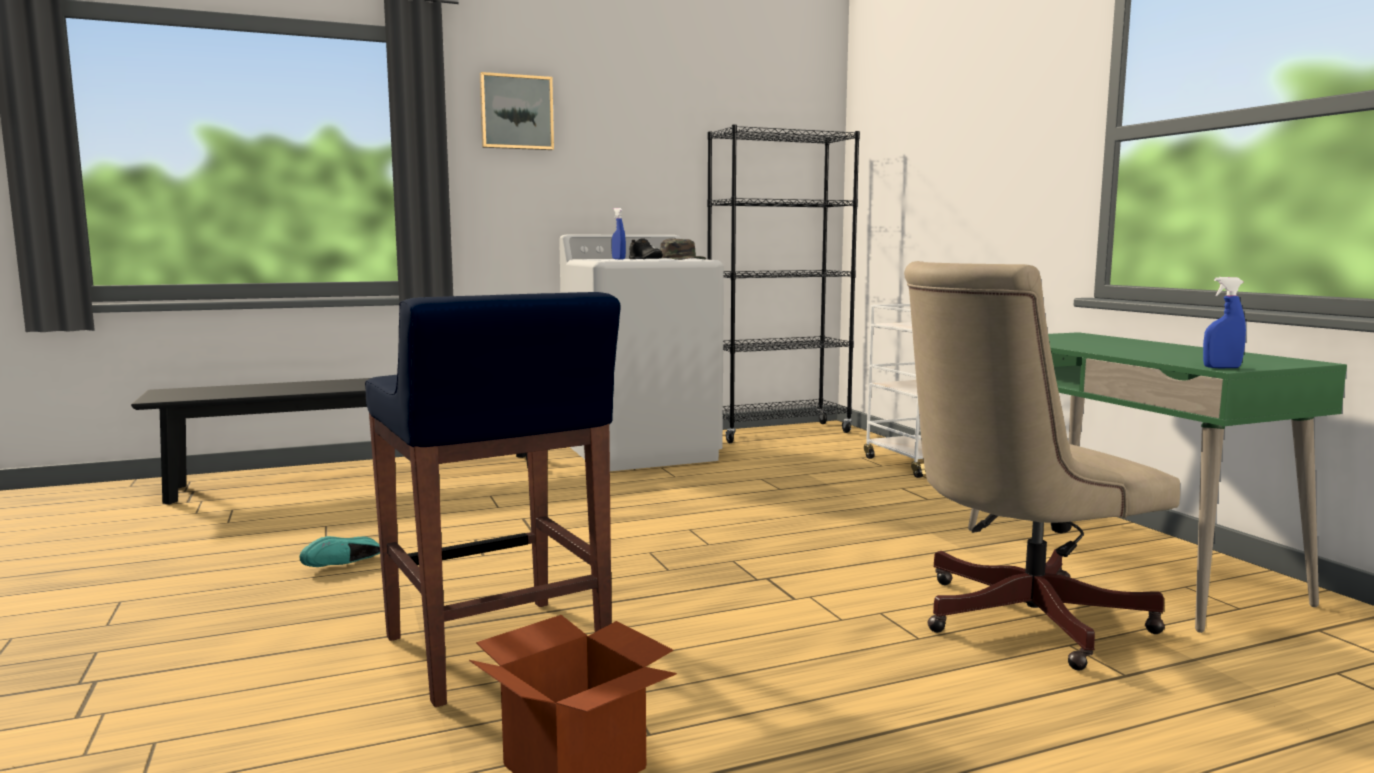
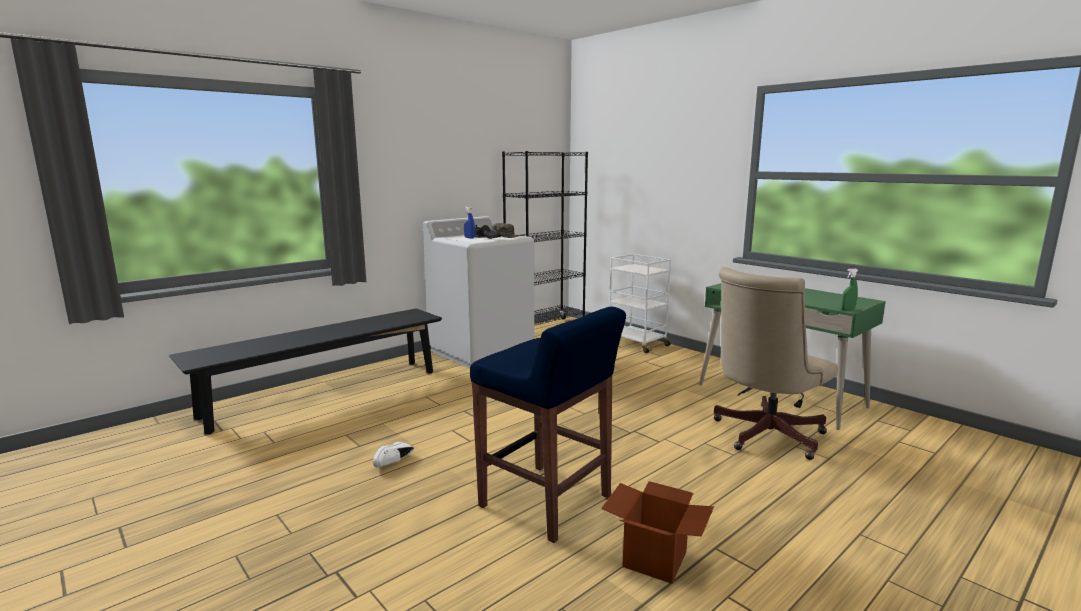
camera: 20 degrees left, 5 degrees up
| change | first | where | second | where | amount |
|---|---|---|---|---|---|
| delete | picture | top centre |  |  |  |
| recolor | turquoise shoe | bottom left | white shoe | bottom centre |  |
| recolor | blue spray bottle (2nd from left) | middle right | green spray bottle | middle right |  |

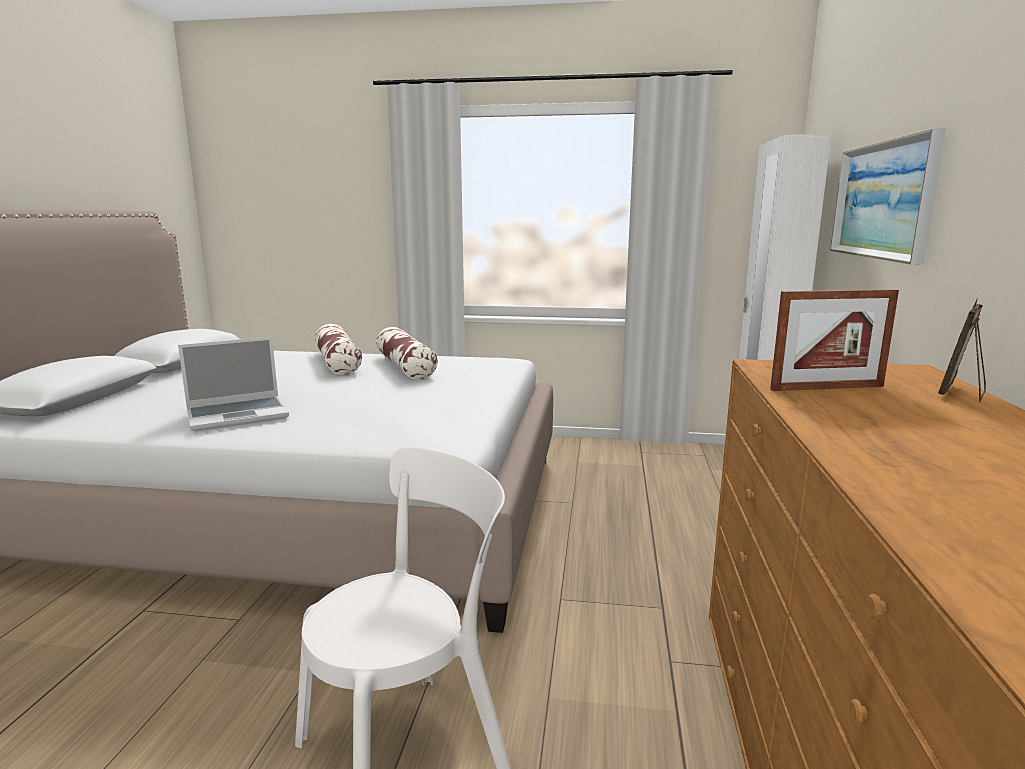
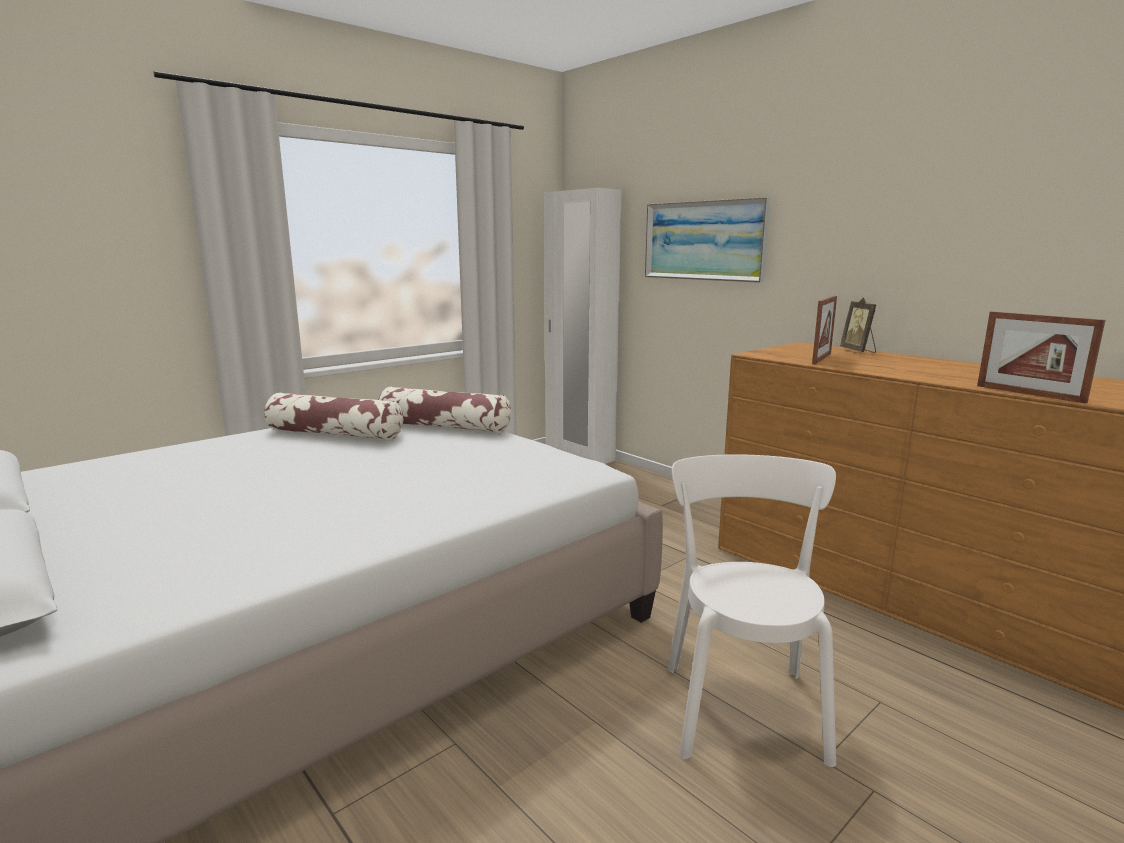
camera: 50 degrees left, 0 degrees up
| change | first | where | second | where | amount |
|---|---|---|---|---|---|
| delete | laptop | middle left |  |  |  |
| insert |  |  | picture frame (3rd from left) | middle right |  |
| move | pillow (1st from left in the first image) | middle left | pillow (2nd from left) | centre |  |

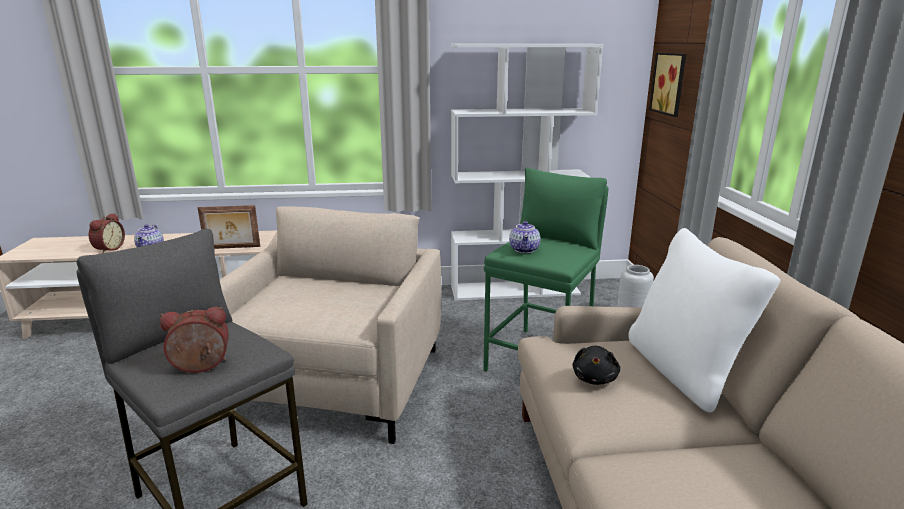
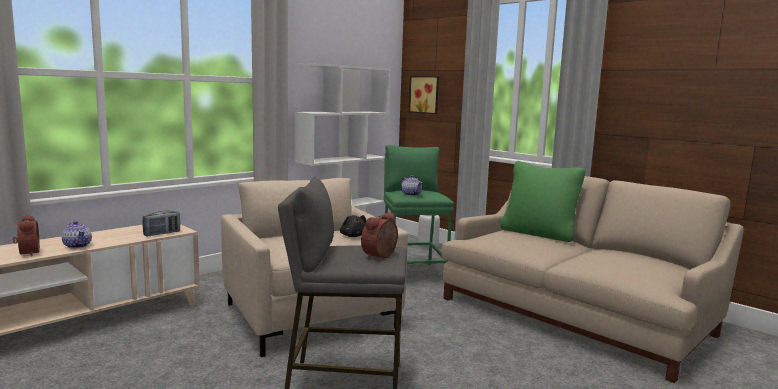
camera: 40 degrees left, 10 degrees down
| change | first | where | second | where | amount |
|---|---|---|---|---|---|
| move | black plush toy | bottom centre |  | centre |  |
| replace | picture frame | middle left | radio | middle left |  |
| recolor | white pillow | middle right | green pillow | middle right |  |

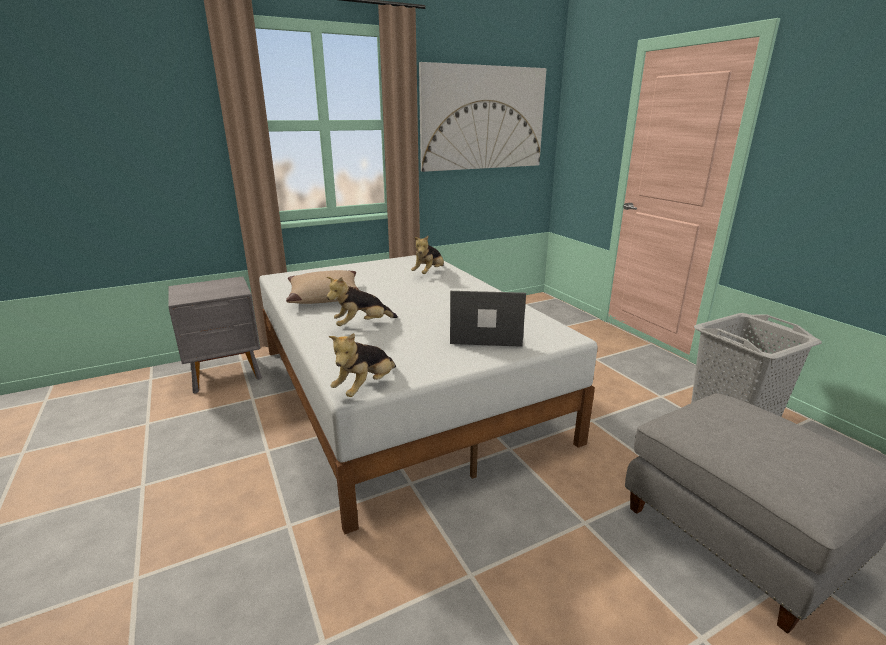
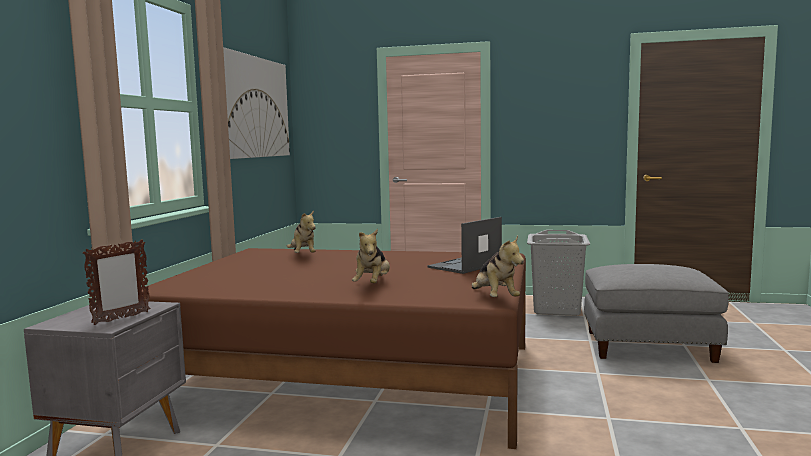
camera: 50 degrees left, 15 degrees down
| change | first | where | second | where | amount |
|---|---|---|---|---|---|
| delete | beige pillow | centre |  |  |  |
| insert |  |  | picture frame | middle left |  |
| recolor | white bed | centre | brown bed | bottom centre |  |

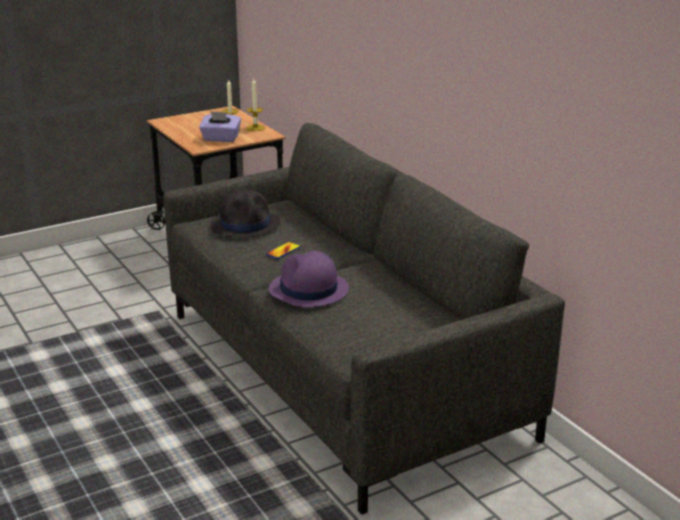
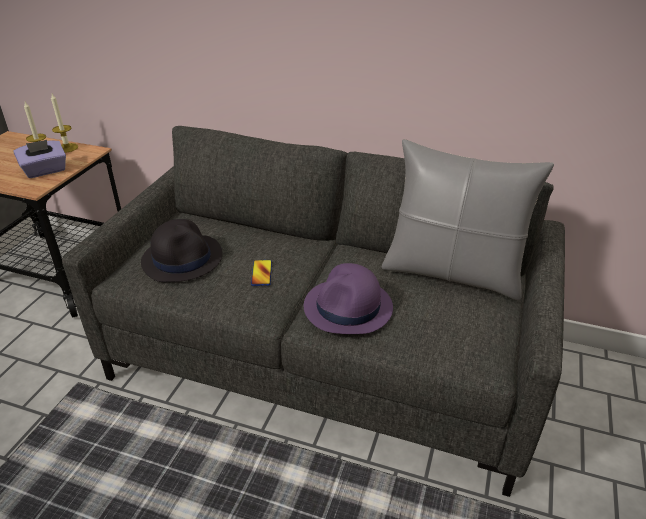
camera: 40 degrees left, 10 degrees up
| change | first | where | second | where | amount |
|---|---|---|---|---|---|
| insert |  |  | grey pillow | middle right |  |

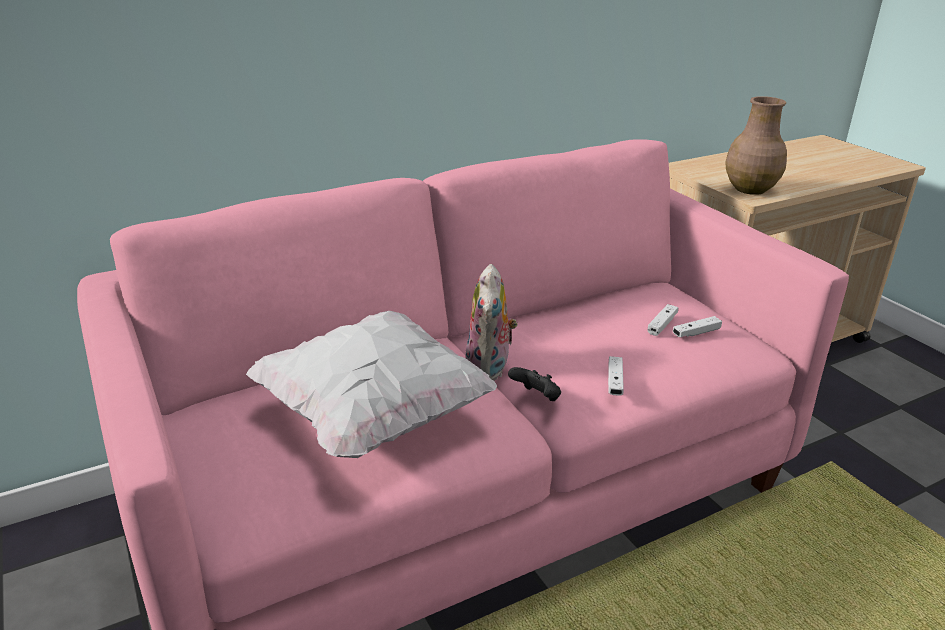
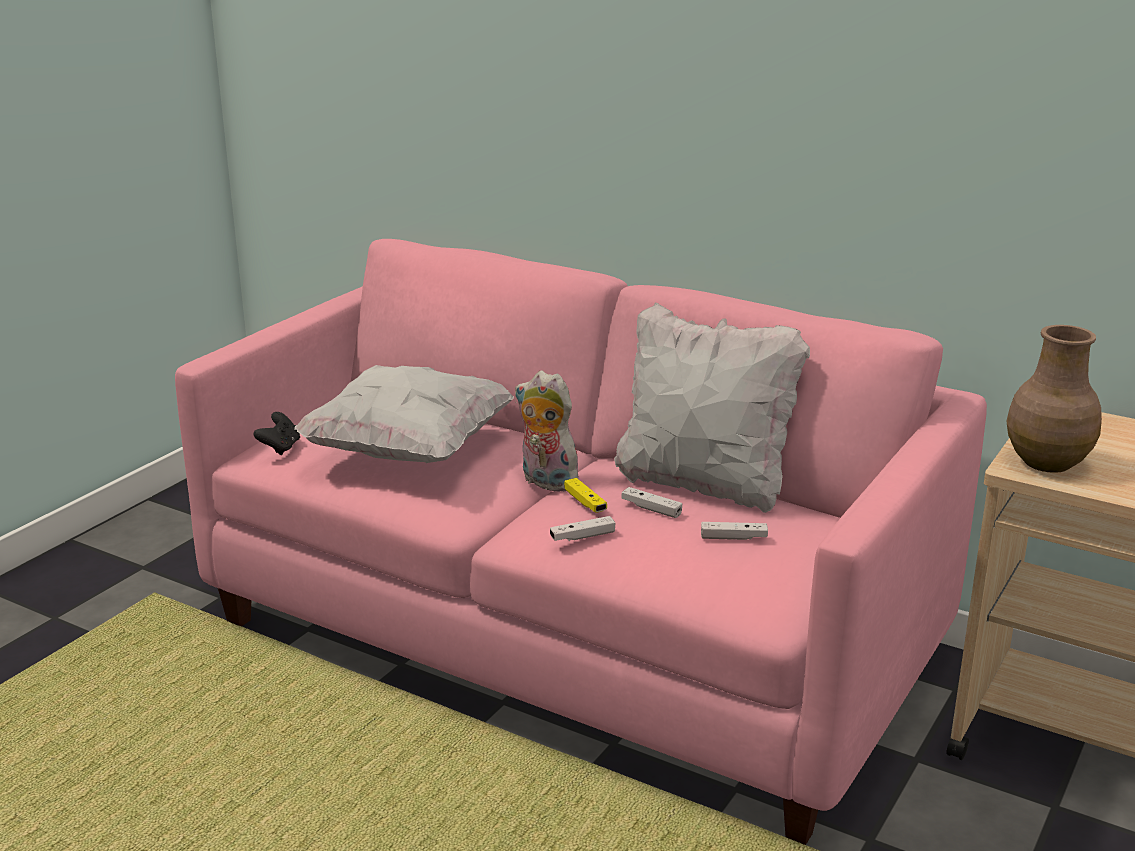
camera: 60 degrees right, 5 degrees down
| change | first | where | second | where | amount |
|---|---|---|---|---|---|
| insert |  |  | yellow game controller | centre |  |
| insert |  |  | white pillow (2nd from left) | centre |  |
| move | black game controller | centre |  | middle left |  |
| move | white game controller (3rd from left in the first image) | middle right | white game controller (2nd from left) | centre |  |
| rotate | plush toy | centre |  | centre | 60 degrees clockwise |

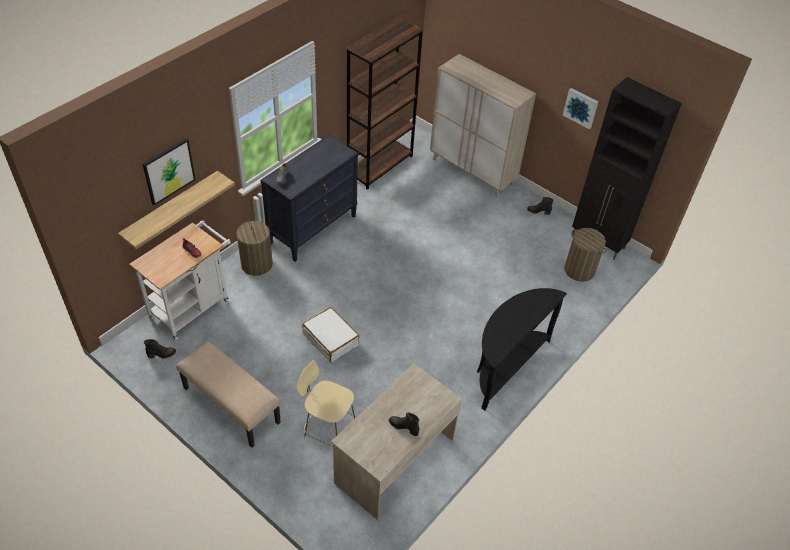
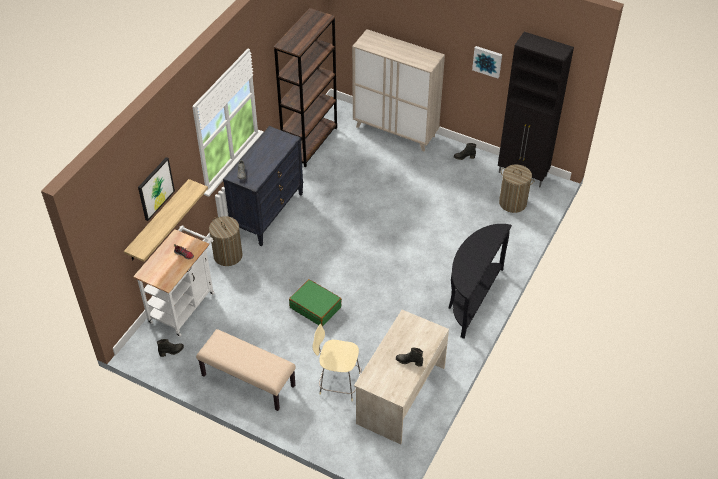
camera: 10 degrees left, 0 degrees up
| change | first | where | second | where | amount |
|---|---|---|---|---|---|
| recolor | white suitcase | centre | green suitcase | centre |  |

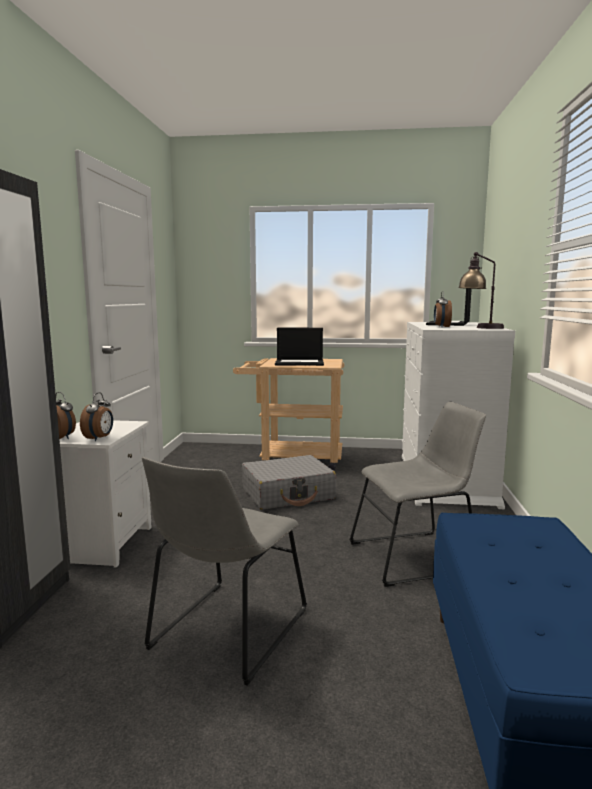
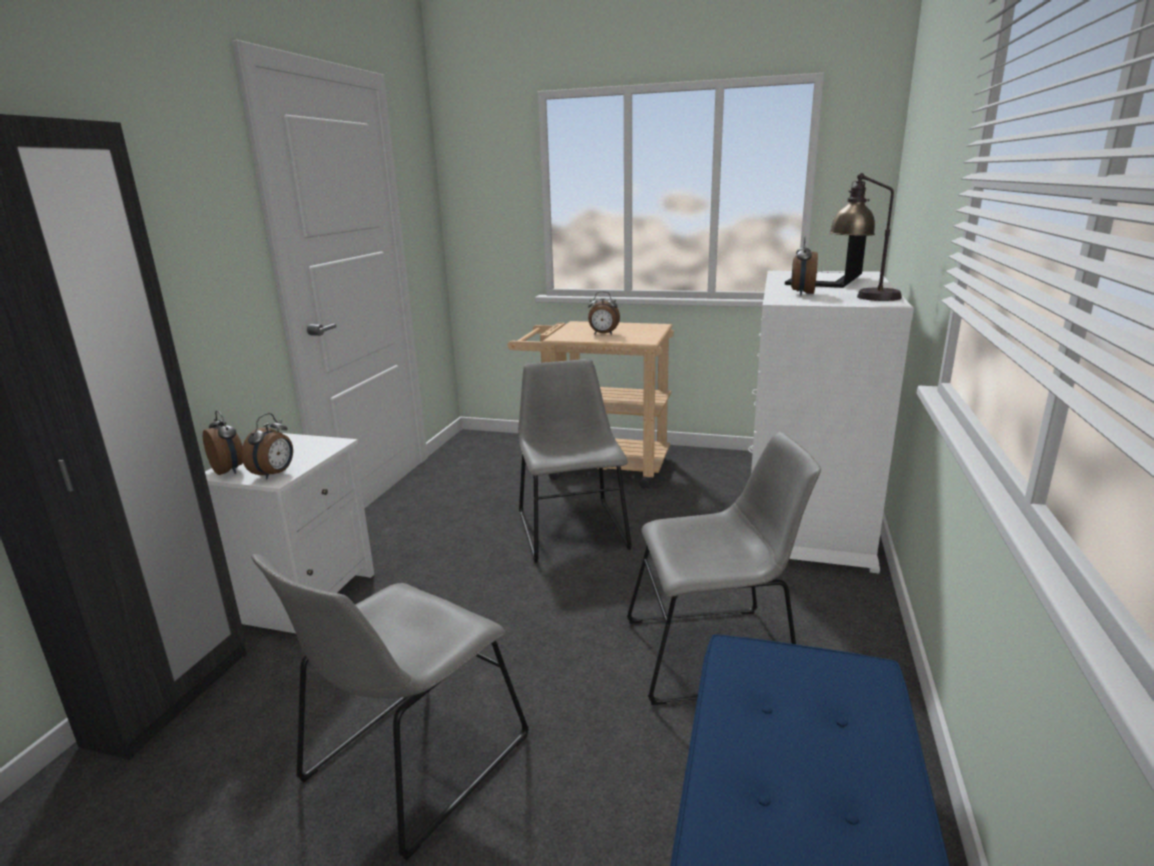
camera: 10 degrees right, 10 degrees up
| change | first | where | second | where | amount |
|---|---|---|---|---|---|
| replace | grey suitcase | centre | grey chair (2nd from left) | centre |  |
| replace | laptop (1st from left) | centre | alarm clock (3rd from left) | centre |  |

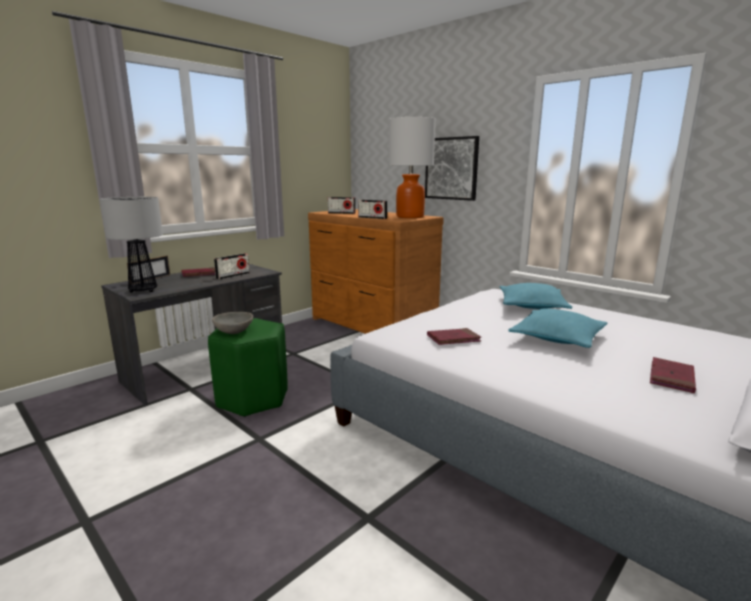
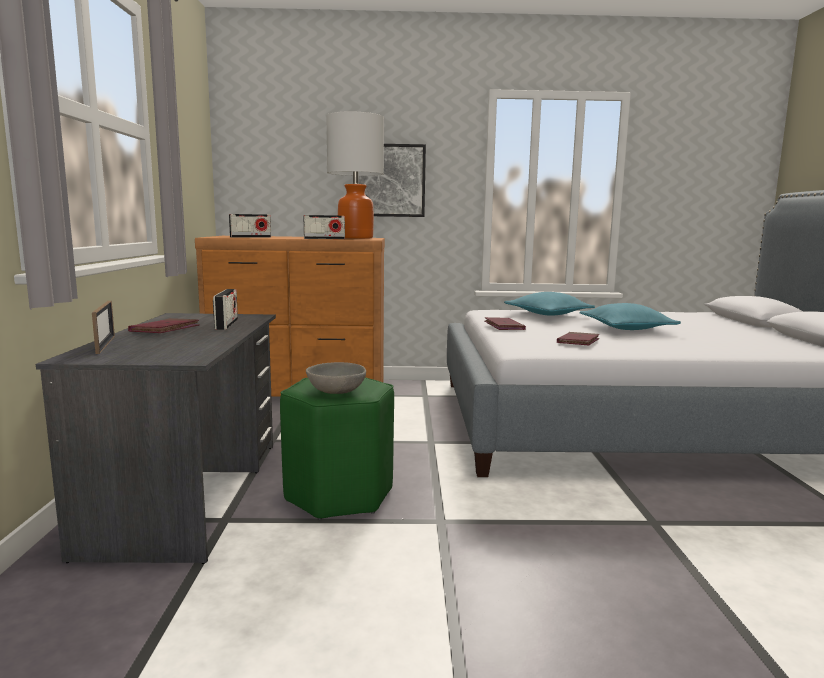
camera: 45 degrees left, 5 degrees down
| change | first | where | second | where | amount |
|---|---|---|---|---|---|
| delete | table lamp (1st from left) | middle left |  |  |  |
| move | red book (3rd from left in the first image) | middle right | red book (2nd from left) | centre |  |

